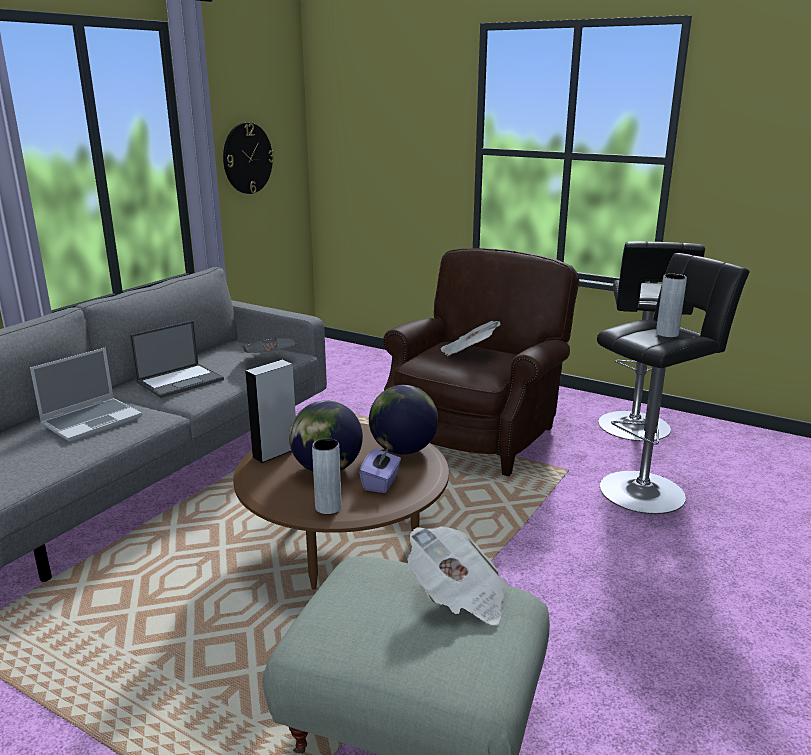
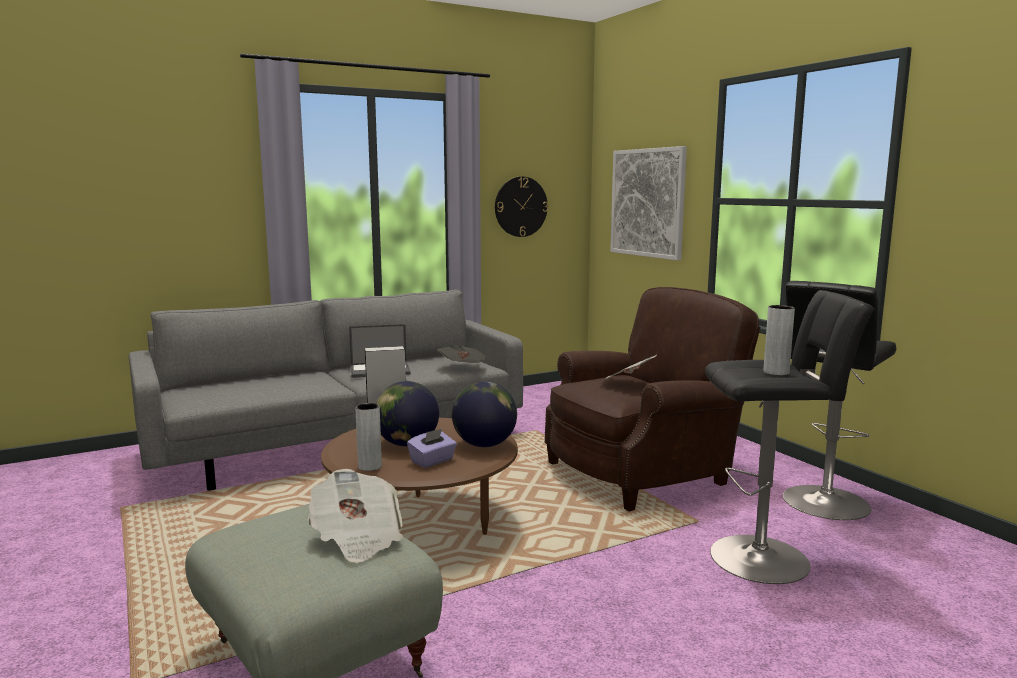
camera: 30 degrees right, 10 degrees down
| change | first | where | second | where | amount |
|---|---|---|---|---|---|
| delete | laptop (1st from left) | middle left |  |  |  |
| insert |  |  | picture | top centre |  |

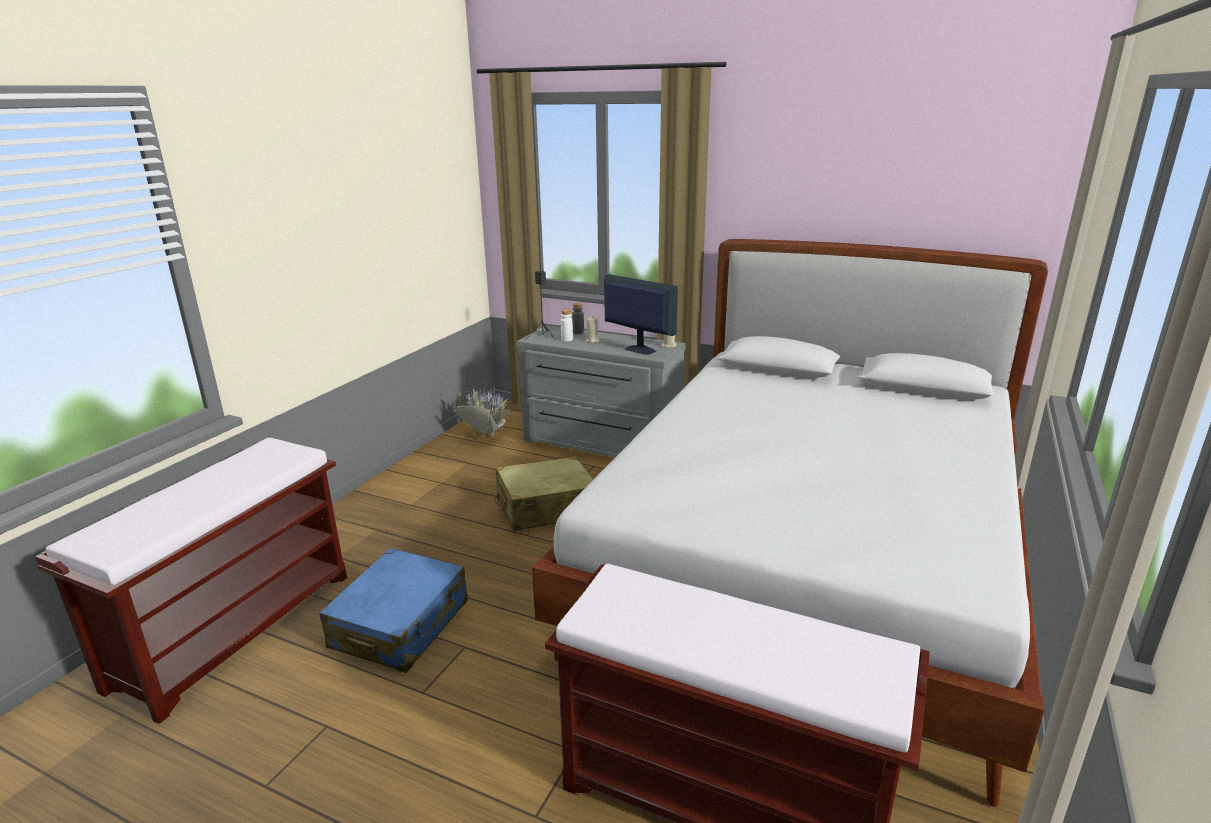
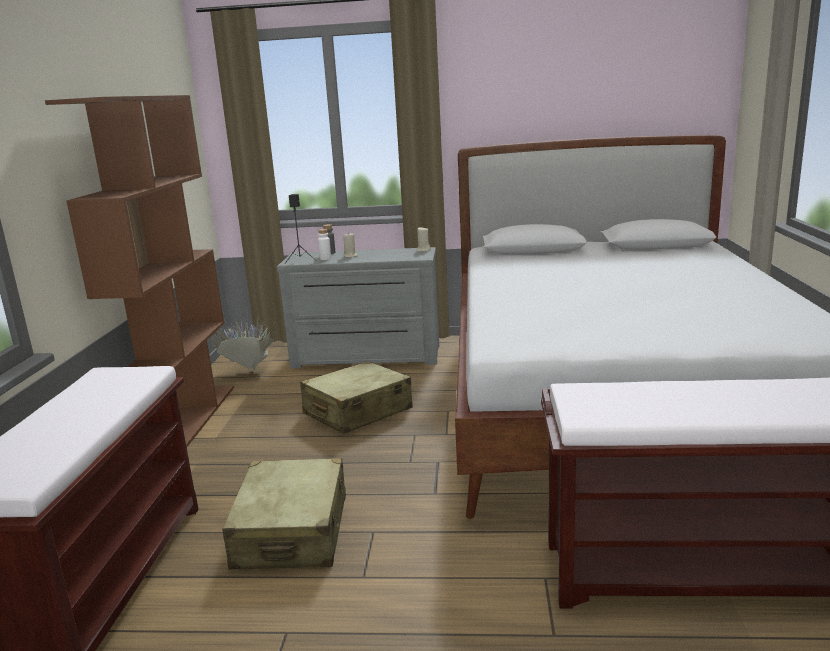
camera: 20 degrees left, 5 degrees down
| change | first | where | second | where | amount |
|---|---|---|---|---|---|
| delete | monitor | centre |  |  |  |
| insert |  |  | brown bookcase | middle left |  |
| recolor | blue suitcase | bottom left | beige suitcase (1st from left) | bottom centre |  |

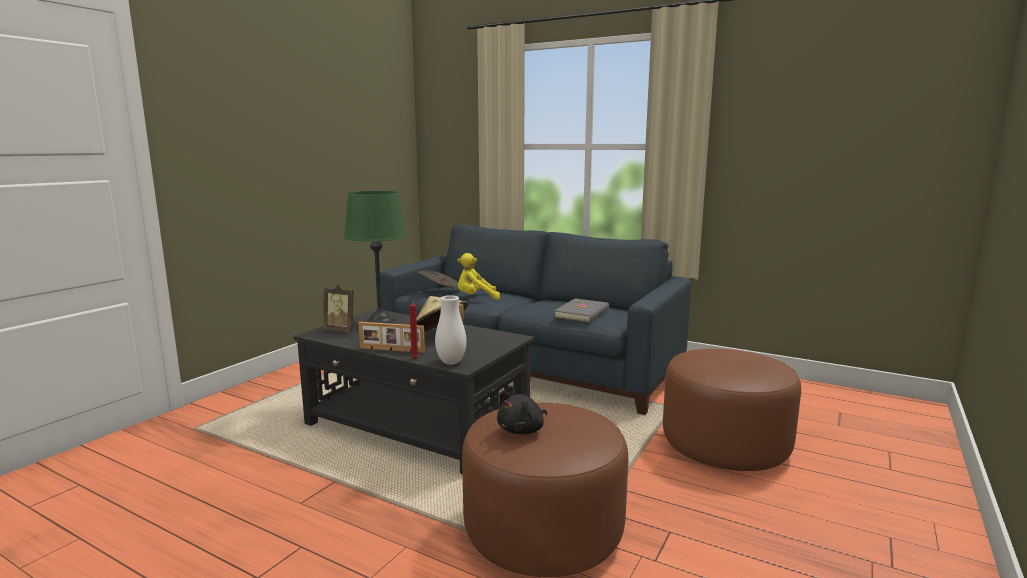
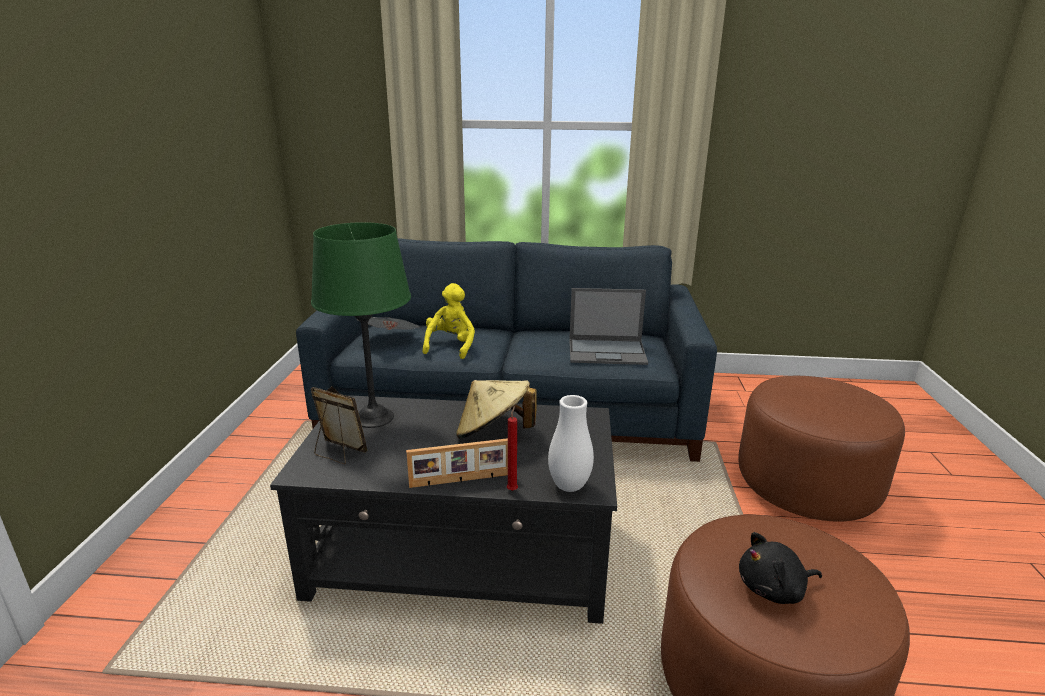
camera: 25 degrees left, 10 degrees up
| change | first | where | second | where | amount |
|---|---|---|---|---|---|
| replace | grey book | centre | laptop | centre |  |
| rotate | picture frame (1st from left) | middle left |  | middle left | 150 degrees counterclockwise |
| rotate | yellow plush toy | centre |  | centre | 135 degrees clockwise |
| rotate | black plush toy | bottom centre |  | bottom right | 60 degrees clockwise |

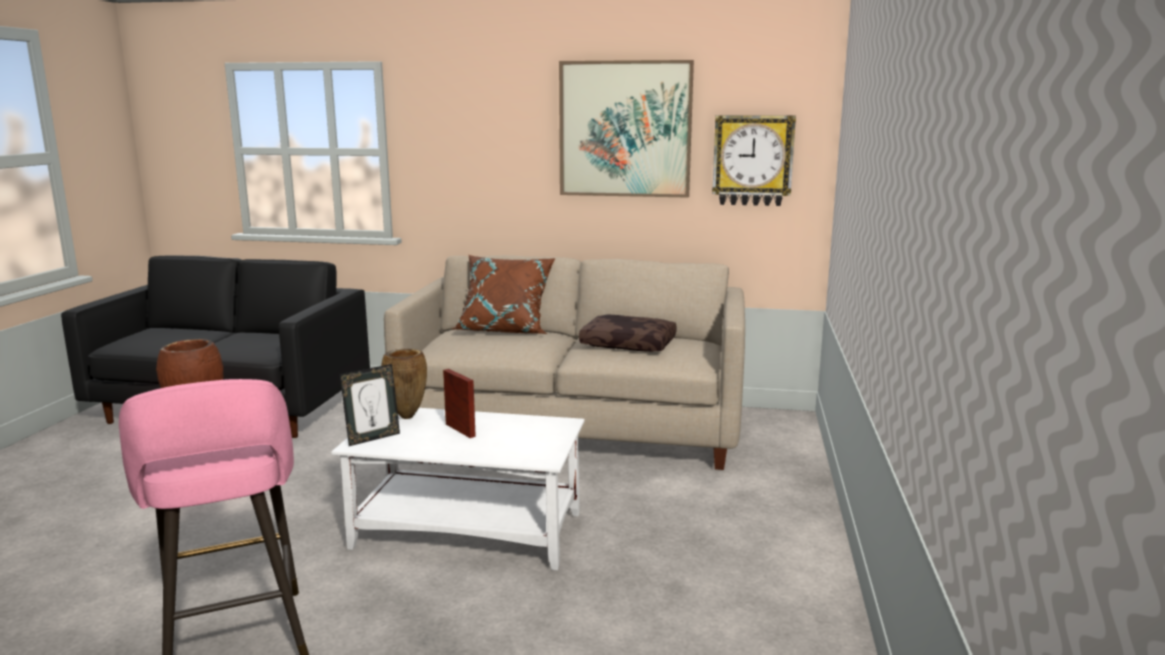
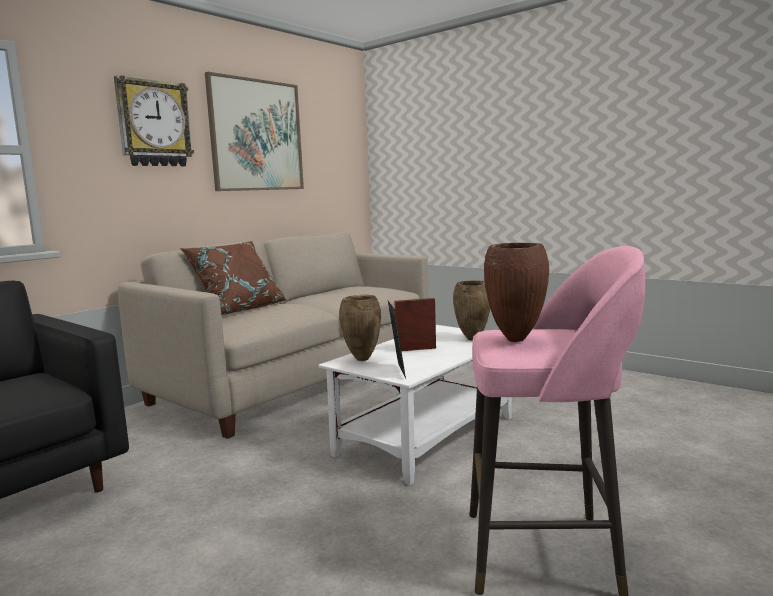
camera: 60 degrees left, 5 degrees down
| change | first | where | second | where | amount |
|---|---|---|---|---|---|
| delete | brown pillow (2nd from left) | centre |  |  |  |
| insert |  |  | brown vase (2nd from left) | centre |  |
| move | wall clock | top centre |  | top left |  |

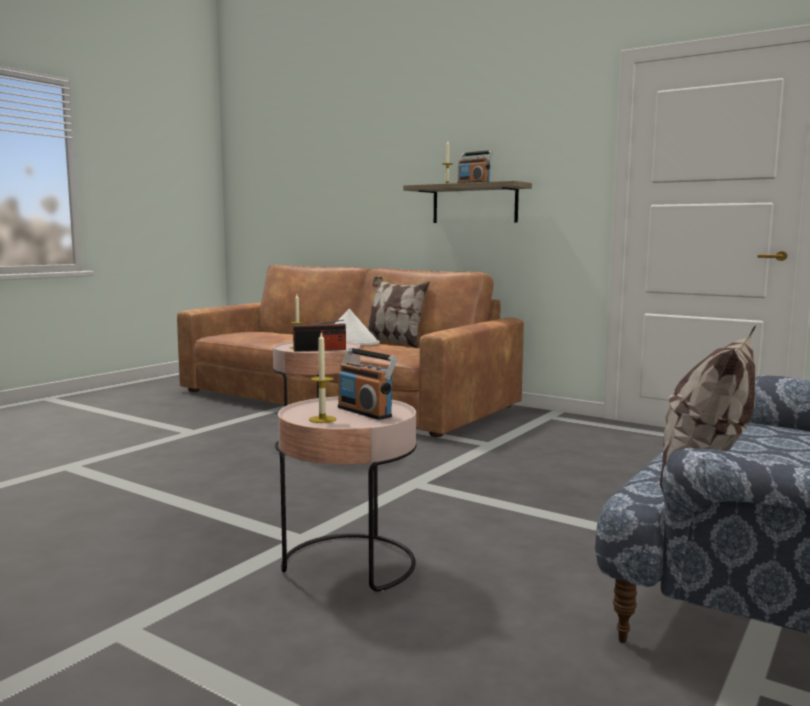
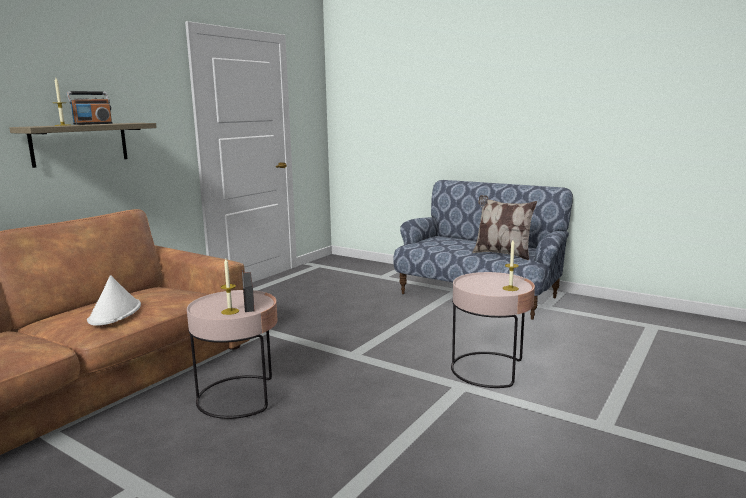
camera: 90 degrees left, 5 degrees up
| change | first | where | second | where | amount |
|---|---|---|---|---|---|
| delete | radio (2nd from left) | centre |  |  |  |
| delete | pillow (1st from left) | centre |  |  |  |

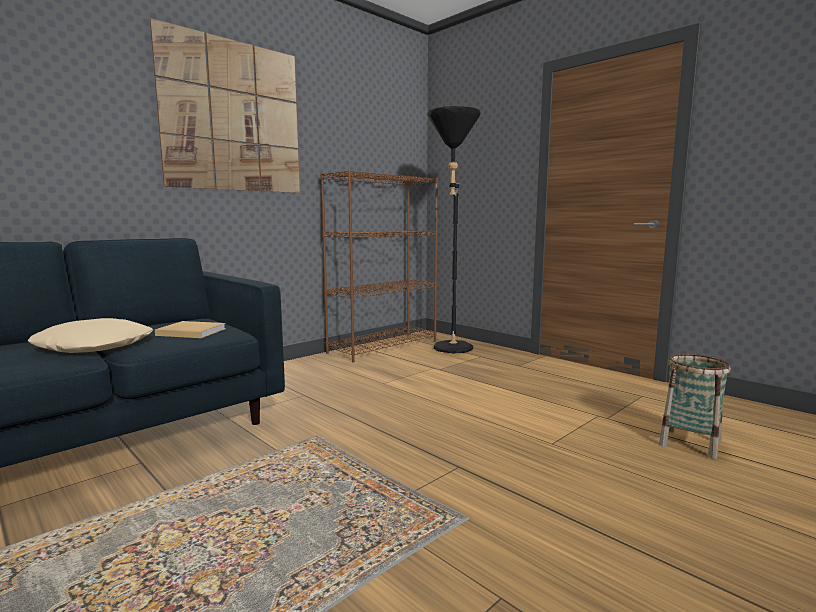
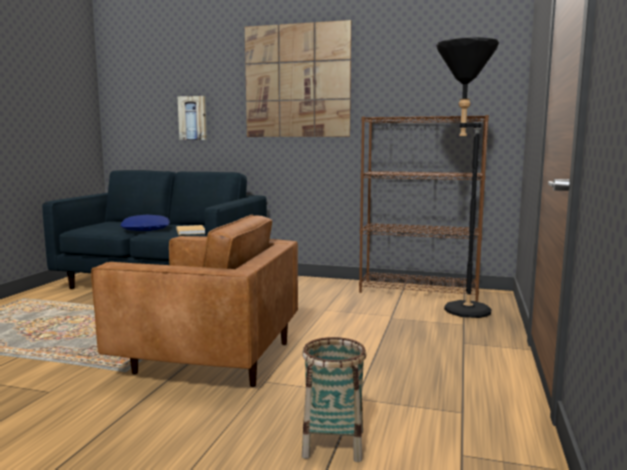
camera: 60 degrees right, 0 degrees up
| change | first | where | second | where | amount |
|---|---|---|---|---|---|
| insert |  |  | brown armchair | middle left |  |
| insert |  |  | picture (1st from left) | top left |  |
| recolor | beige pillow | middle left | blue pillow | middle left |  |

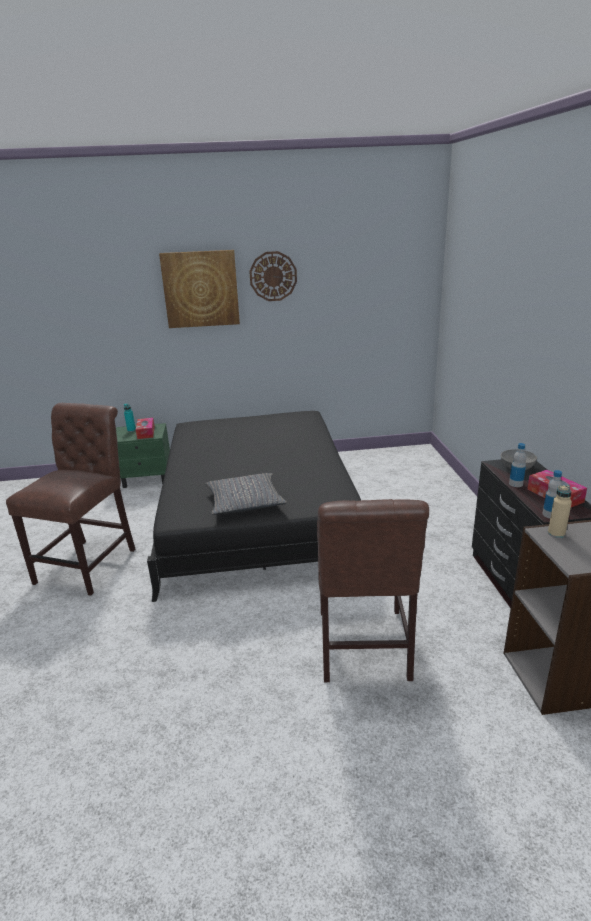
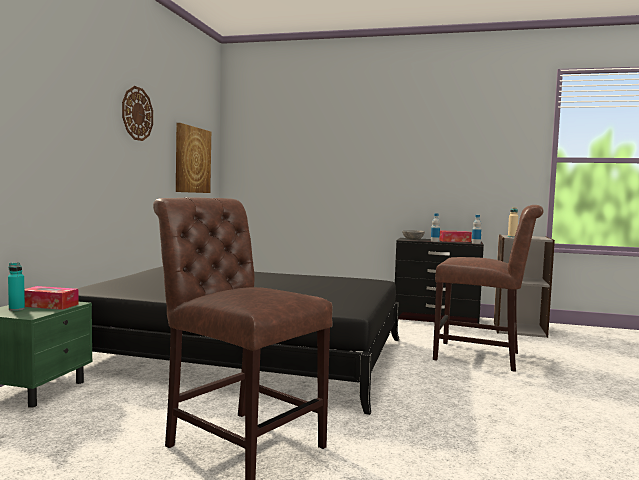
camera: 70 degrees left, 20 degrees down
| change | first | where | second | where | amount |
|---|---|---|---|---|---|
| delete | grey pillow | centre |  |  |  |
| move | picture | top centre |  | top left |  |

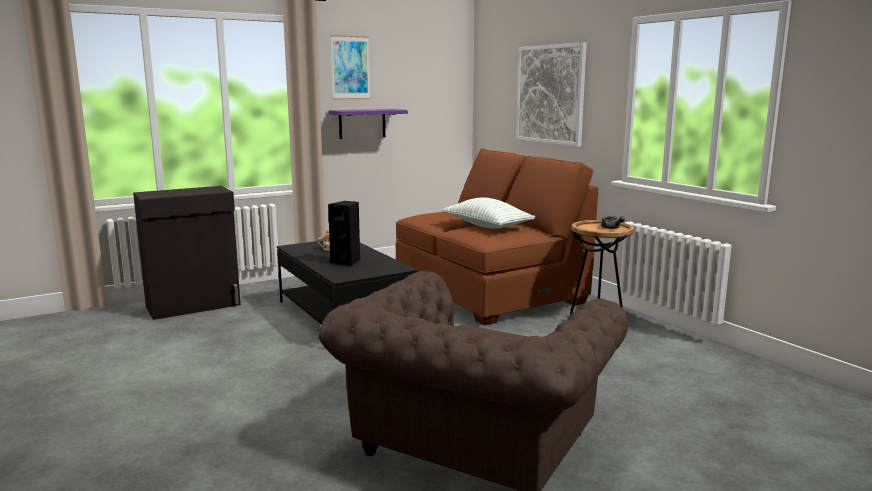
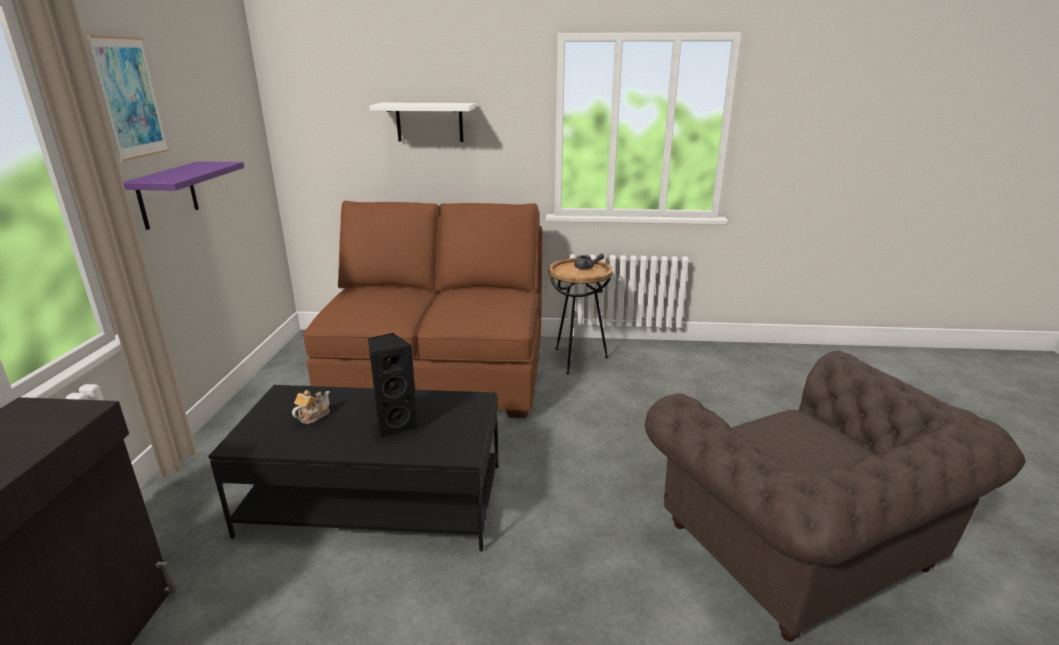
camera: 55 degrees left, 10 degrees up
| change | first | where | second | where | amount |
|---|---|---|---|---|---|
| delete | pillow | centre |  |  |  |
| replace | picture (2nd from left) | top centre | white shelf | top centre |  |

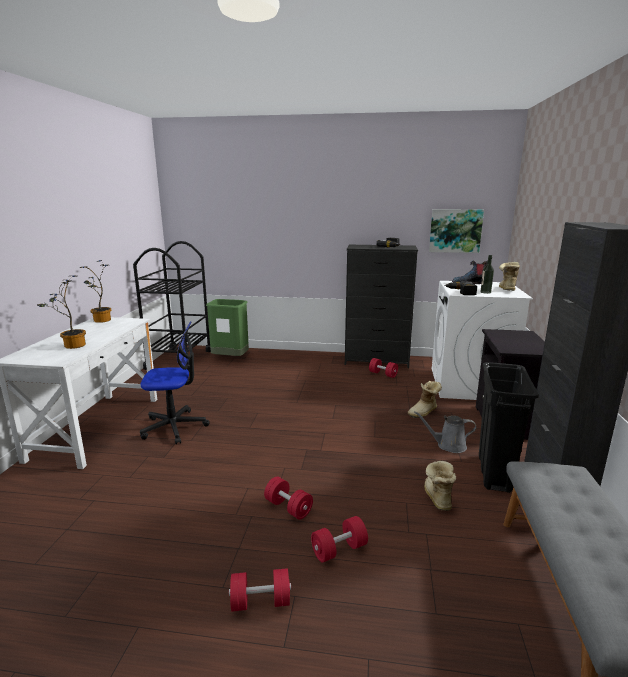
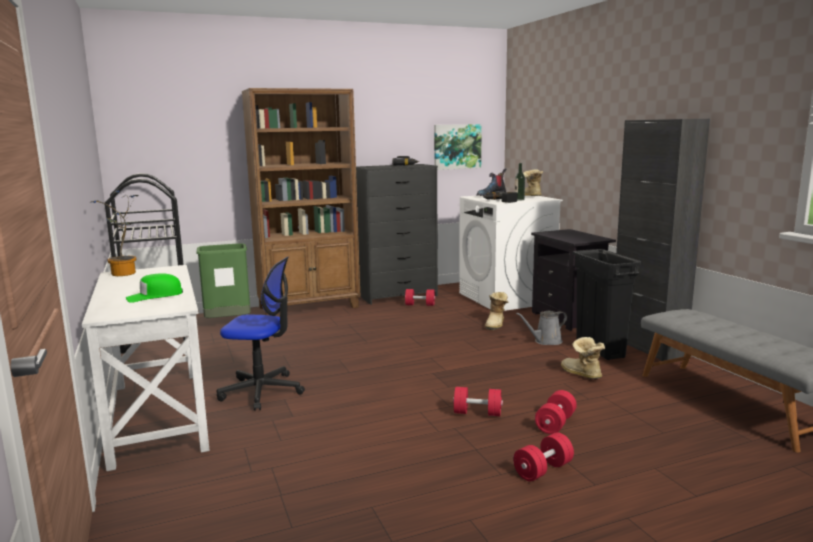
camera: 30 degrees left, 5 degrees down
| change | first | where | second | where | amount |
|---|---|---|---|---|---|
| insert |  |  | brown bookcase | centre |  |
| replace | potted plant (1st from left) | middle left | green cap | middle left |  |
| rotate | office chair | middle left |  | middle left | 45 degrees clockwise |

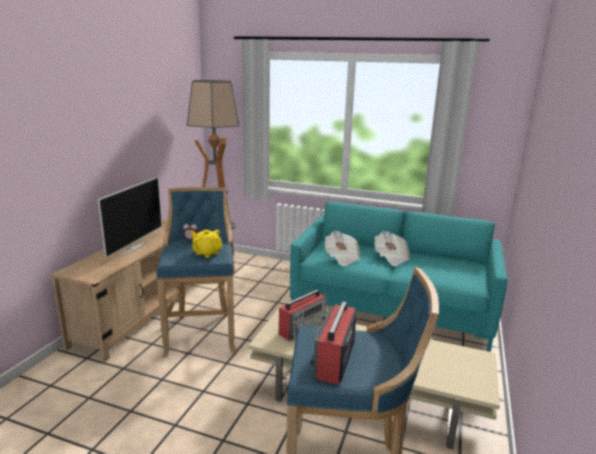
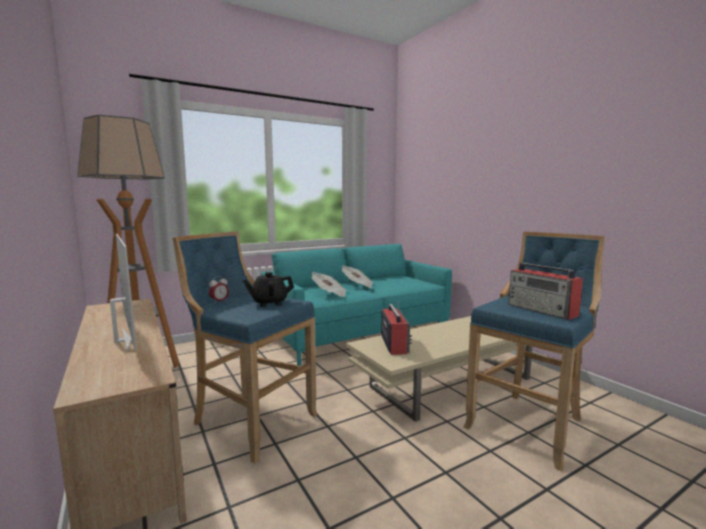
camera: 50 degrees left, 10 degrees down
| change | first | where | second | where | amount |
|---|---|---|---|---|---|
| recolor | yellow teapot | centre | black teapot | centre |  |

